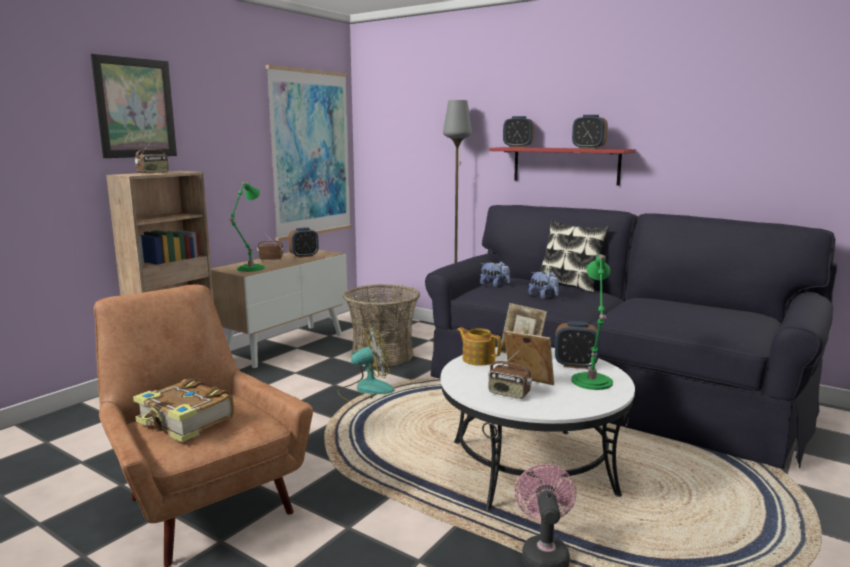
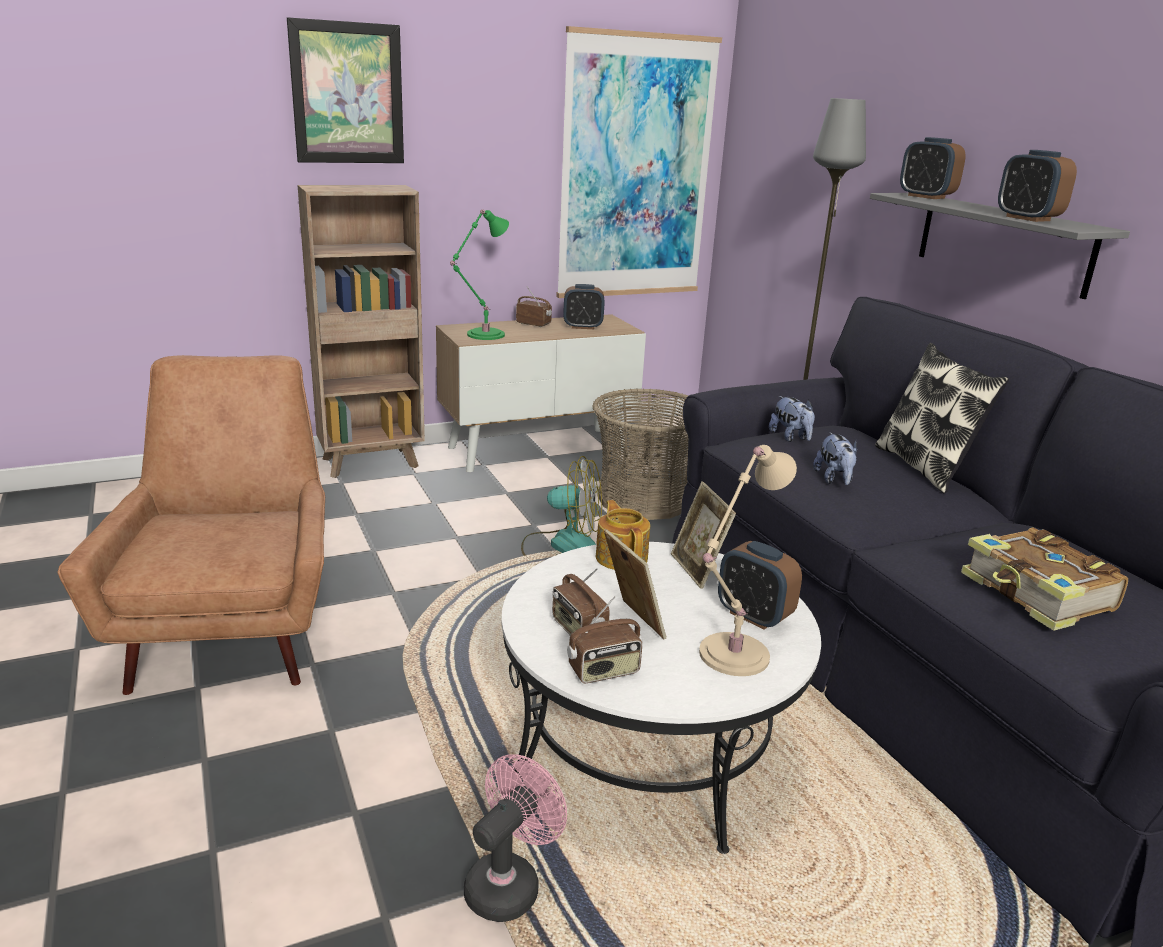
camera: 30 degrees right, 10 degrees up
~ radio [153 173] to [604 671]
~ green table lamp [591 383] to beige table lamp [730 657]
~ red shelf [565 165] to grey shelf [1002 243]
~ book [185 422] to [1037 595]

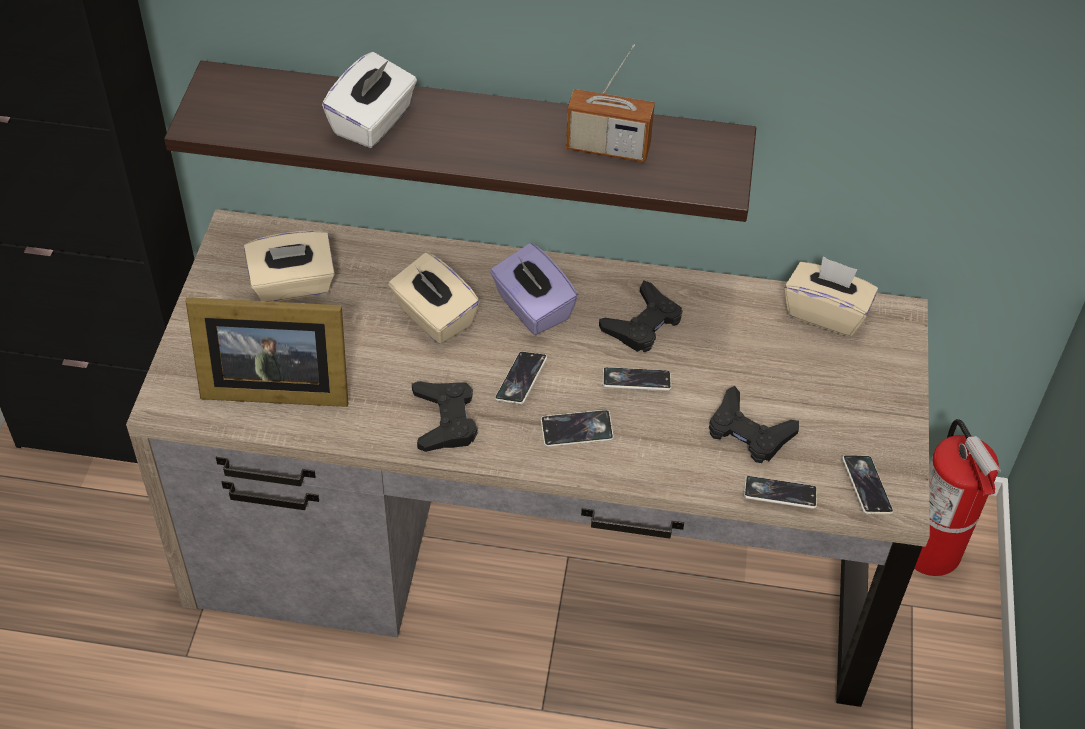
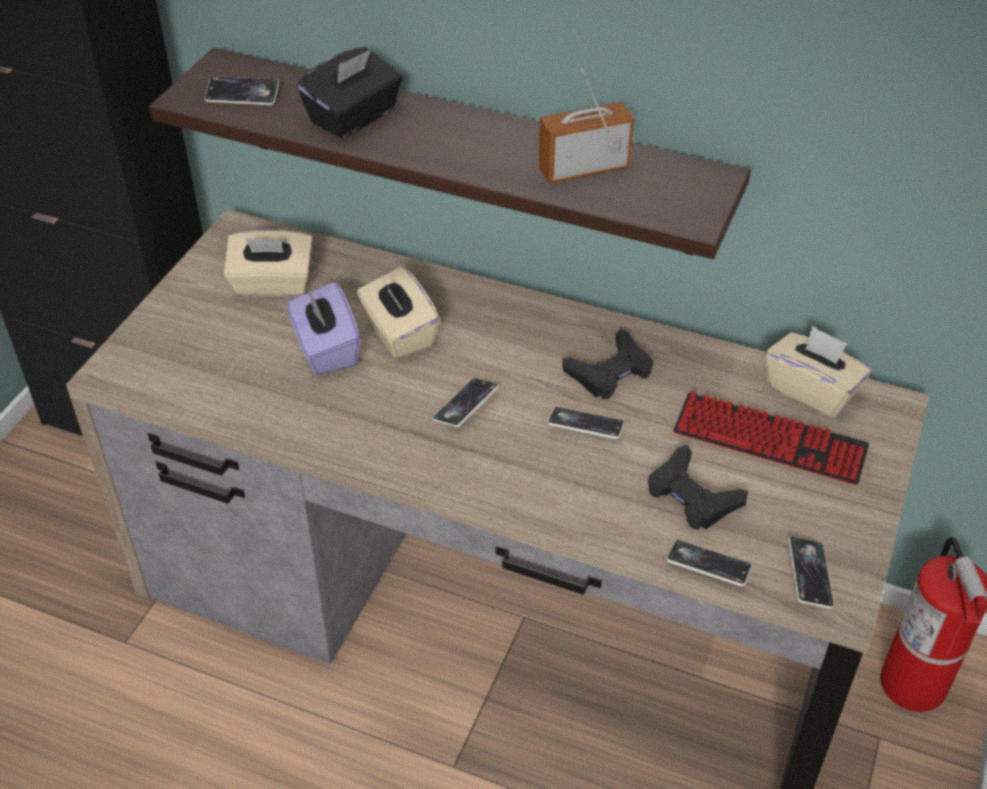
camera: 15 degrees right, 5 degrees down
~ phone [576 431] to [242 95]
~ purple tissue box [532 308] to [326 349]
~ white tissue box [373 122] to black tissue box [354 117]
~ radio [608 148] = [584 169] 135 degrees clockwise
+ keyboard [769 441]
- picture frame [272 386]
- black game controller [445 420]

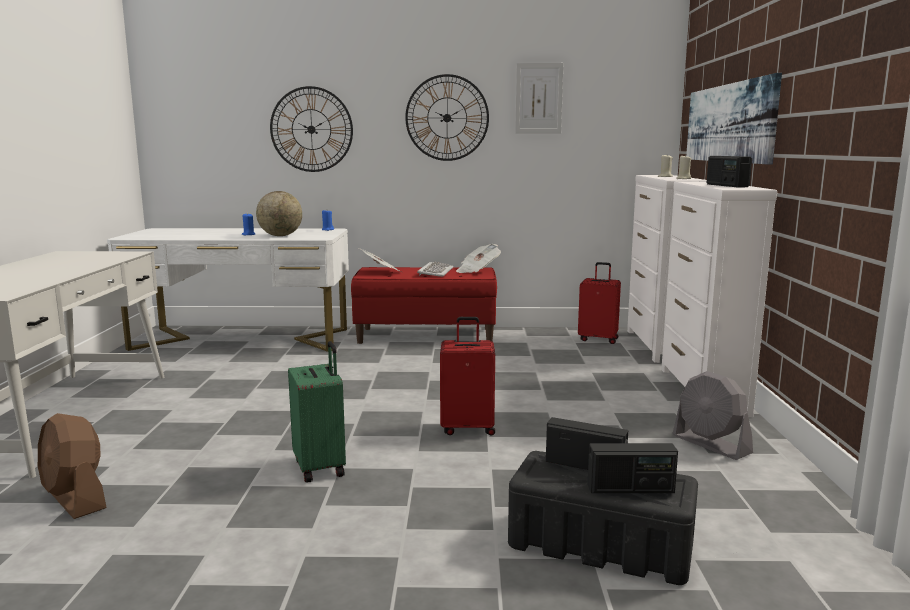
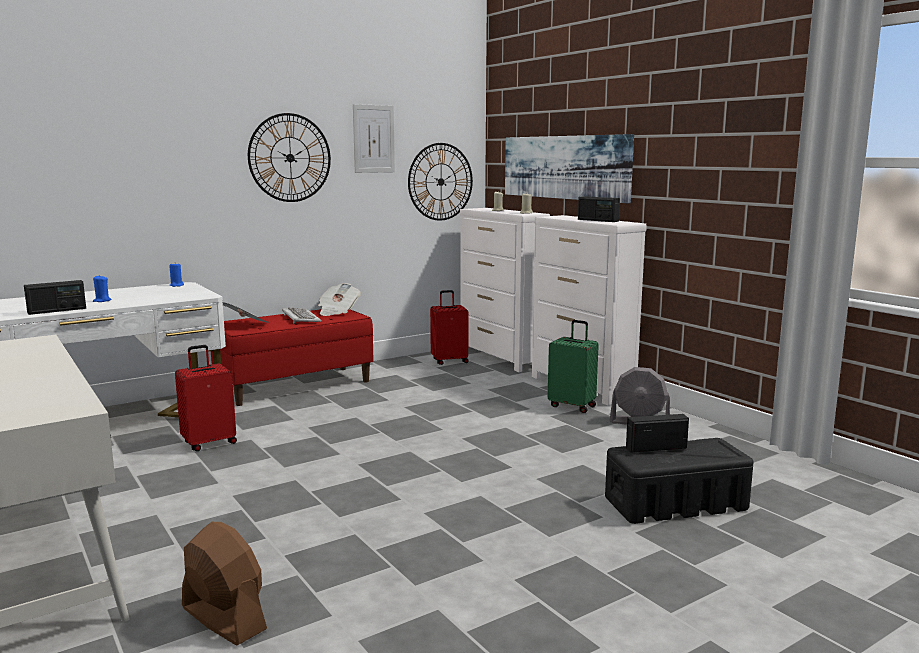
camera: 35 degrees left, 0 degrees up
~ radio [630 489] to [57 310]
~ red suitcase [468 428] to [209 443]
~ brown fan [75 499] = [223 618] 150 degrees counterclockwise
~ wall clock [311 129] to [440 182]
~ green suitcase [321 467] to [572 406]
- globe [280 236]

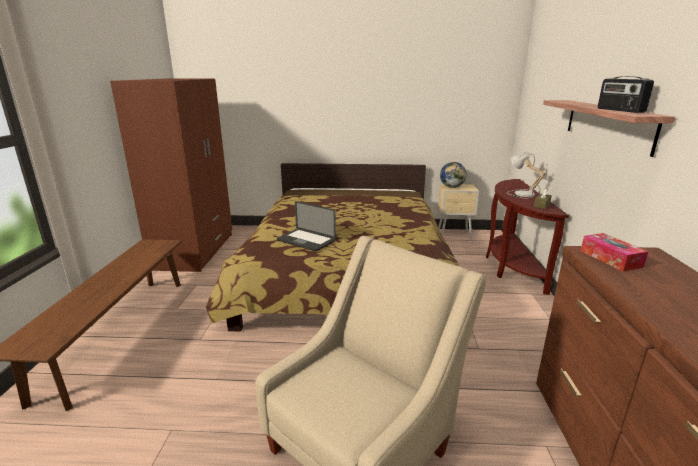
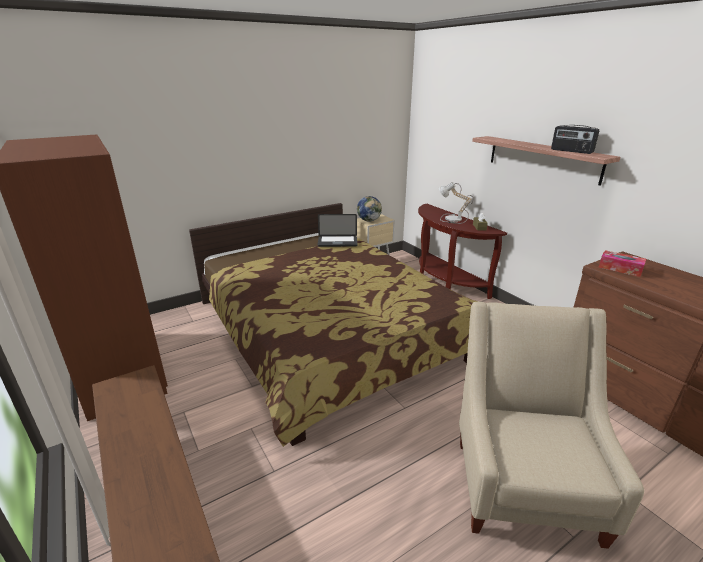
camera: 35 degrees left, 5 degrees up
~ laptop [306 241] to [337 242]

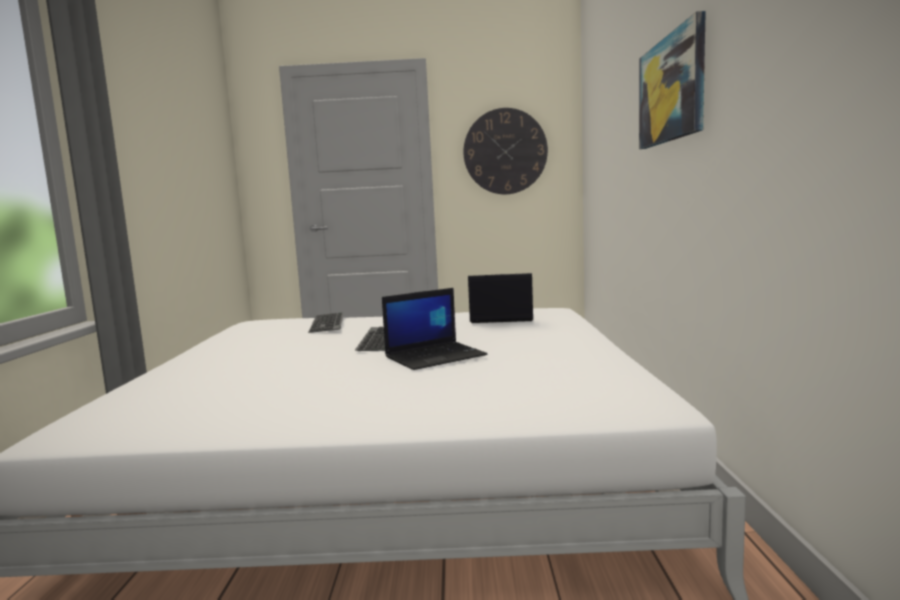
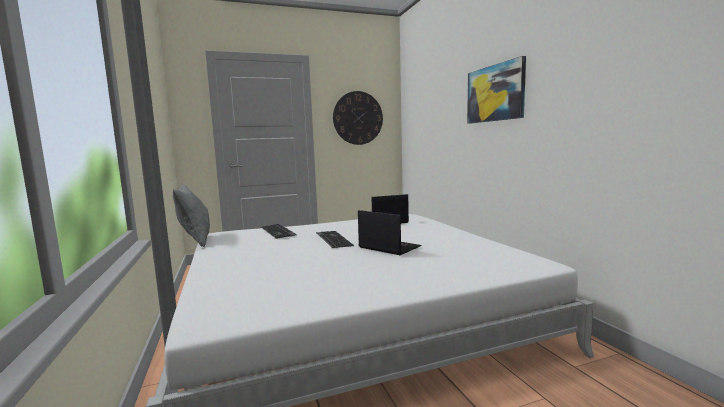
camera: 20 degrees left, 0 degrees up
+ grey pillow [195 241]
~ laptop [436 356] = [388 247] 90 degrees counterclockwise

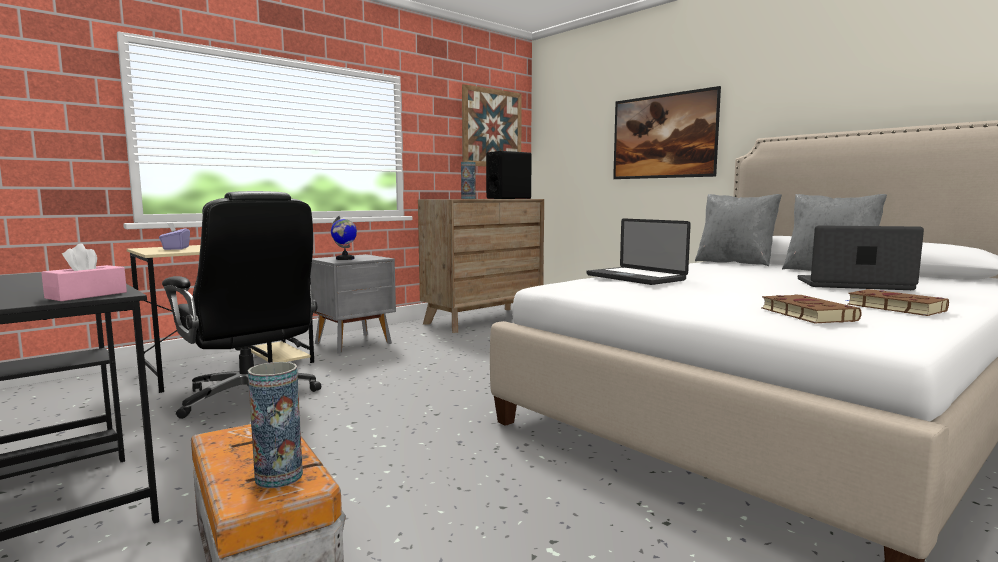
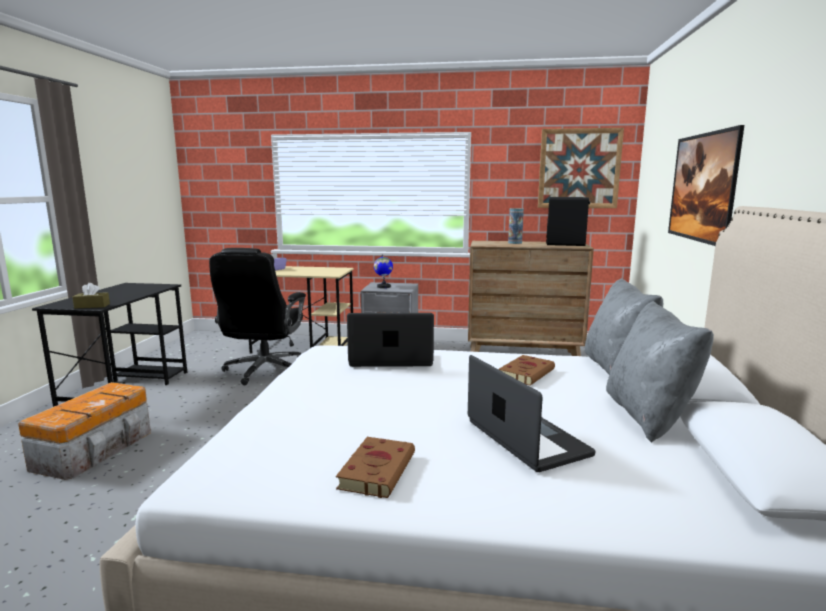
camera: 50 degrees right, 5 degrees up
~ pink tissue box [86 295] to brown tissue box [92 306]
~ laptop [635 277] = [391 359] 75 degrees clockwise
~ brown book [805 314] to [527 373]
- vase [279 477]

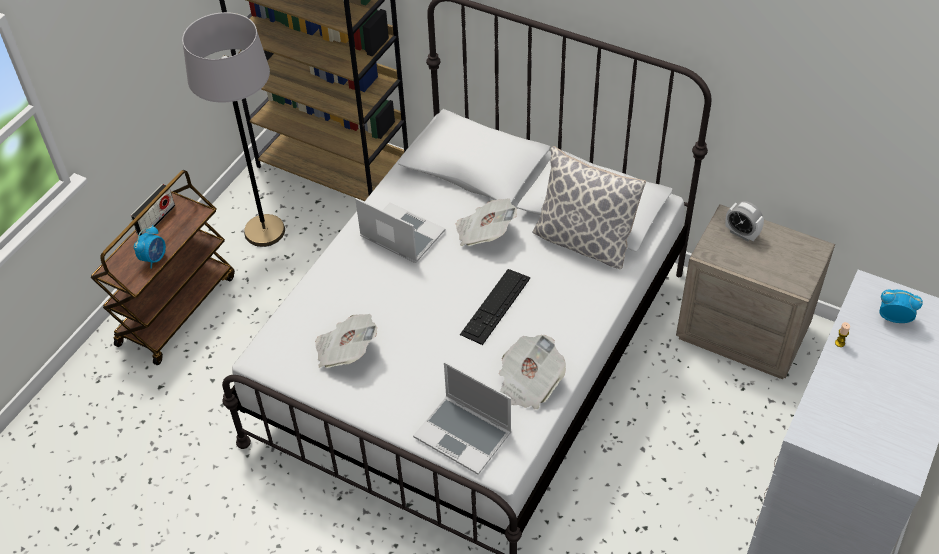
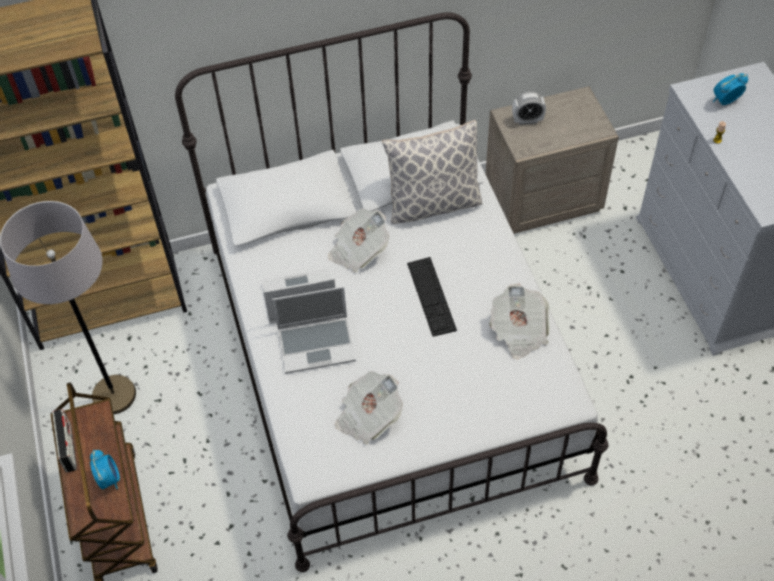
camera: 45 degrees left, 5 degrees up
~ laptop [464 435] to [317 344]

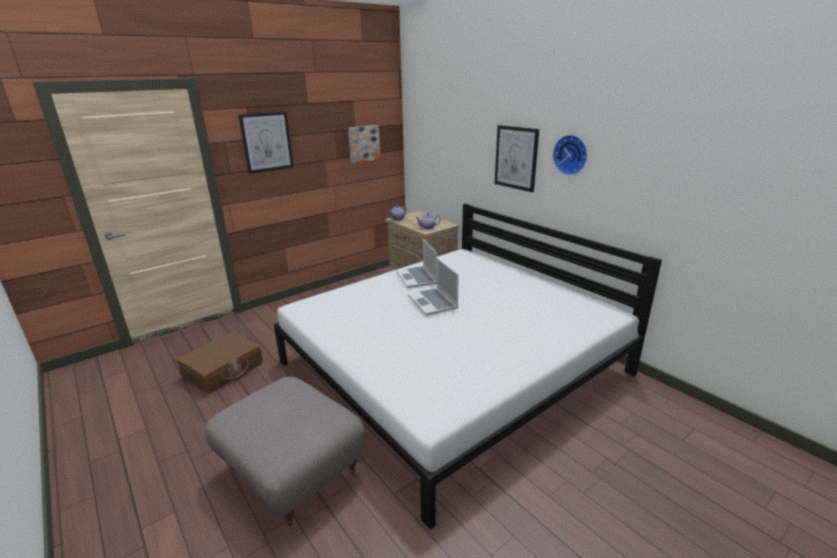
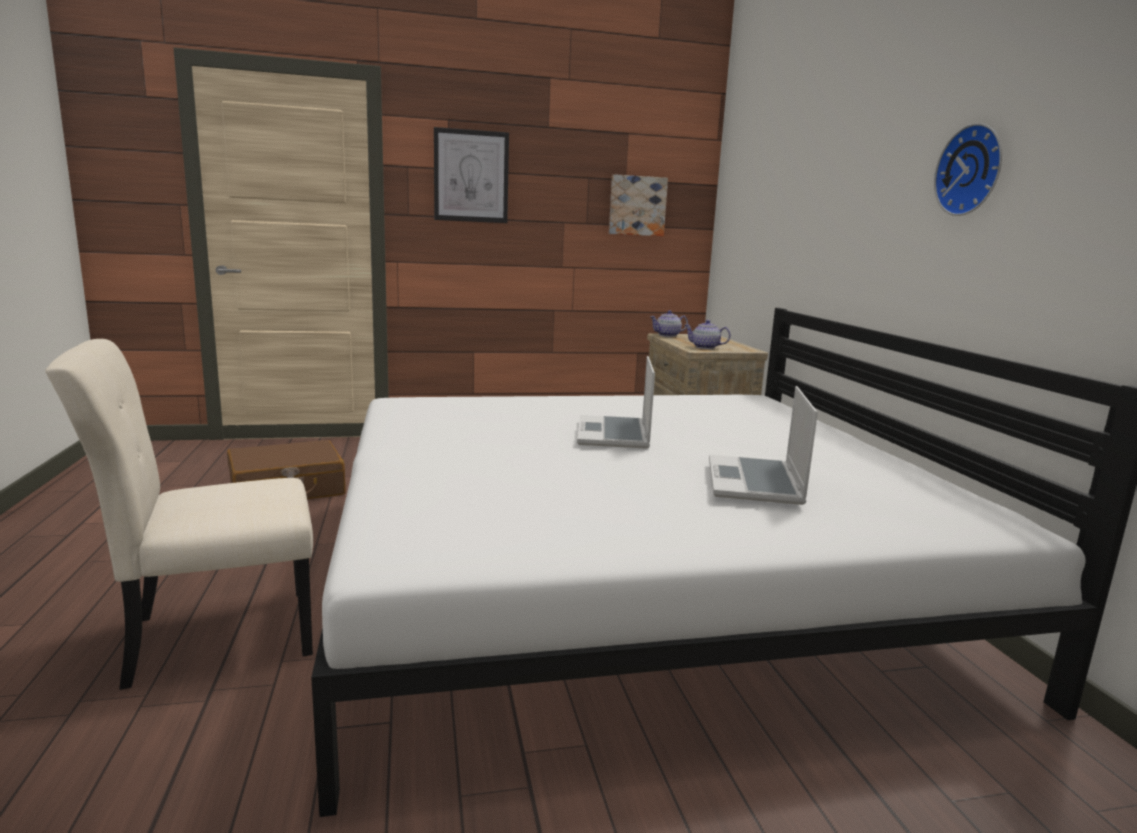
camera: 25 degrees right, 10 degrees down
~ grey ottoman [291 474] to beige chair [213 636]
~ laptop [417 278] to [755 483]
- picture [516 158]

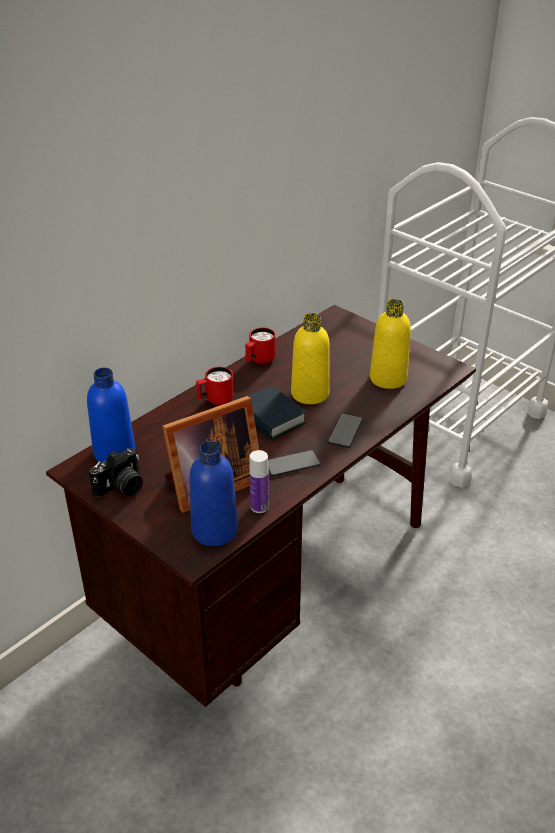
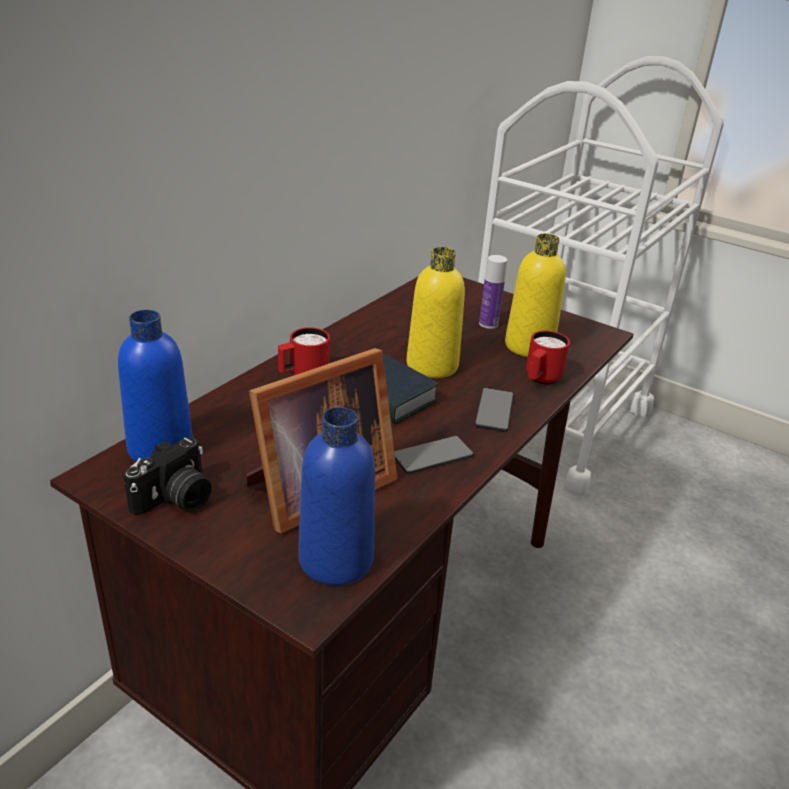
camera: 10 degrees left, 5 degrees down
~ bottle [259 506] to [488 324]
~ red mug [259 361] to [540 380]

